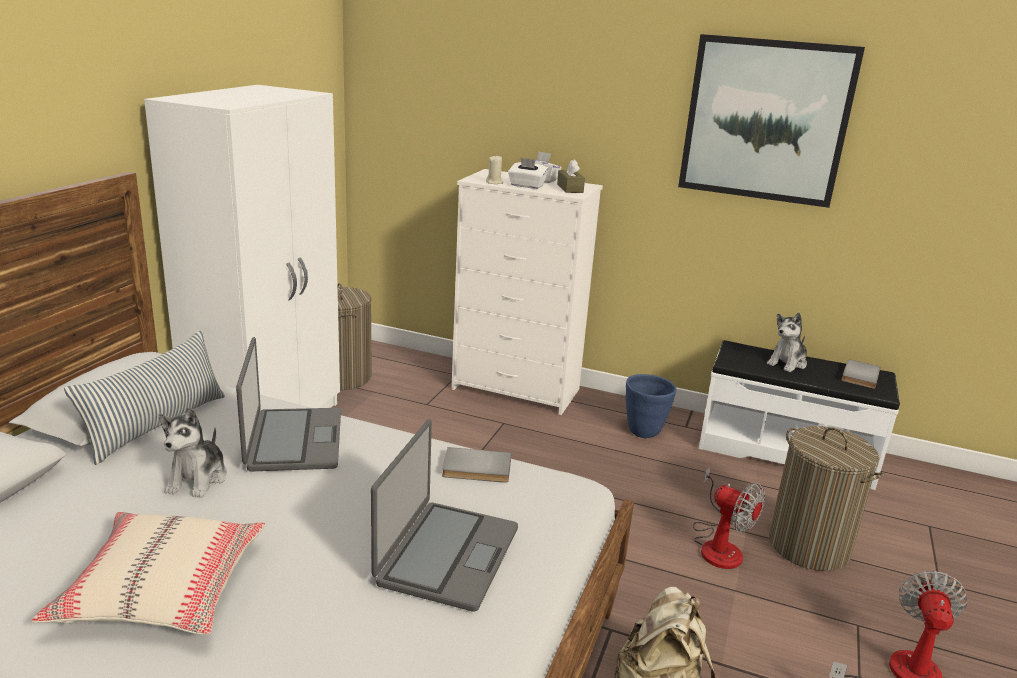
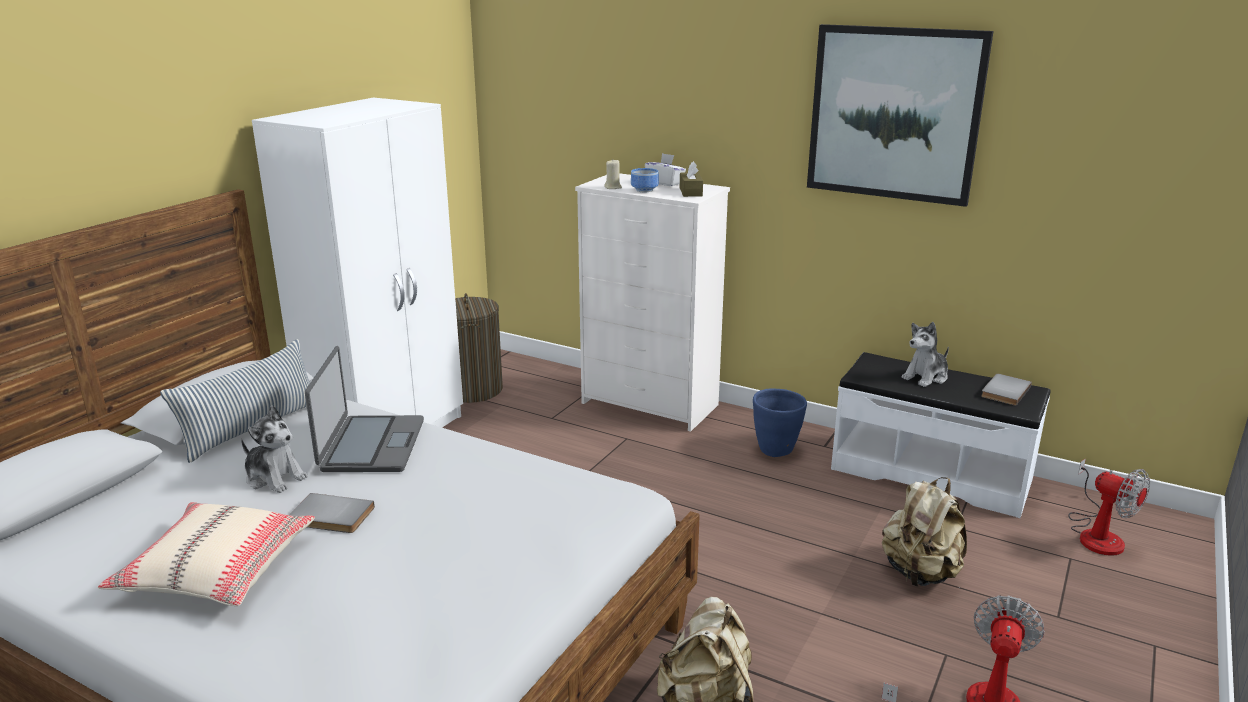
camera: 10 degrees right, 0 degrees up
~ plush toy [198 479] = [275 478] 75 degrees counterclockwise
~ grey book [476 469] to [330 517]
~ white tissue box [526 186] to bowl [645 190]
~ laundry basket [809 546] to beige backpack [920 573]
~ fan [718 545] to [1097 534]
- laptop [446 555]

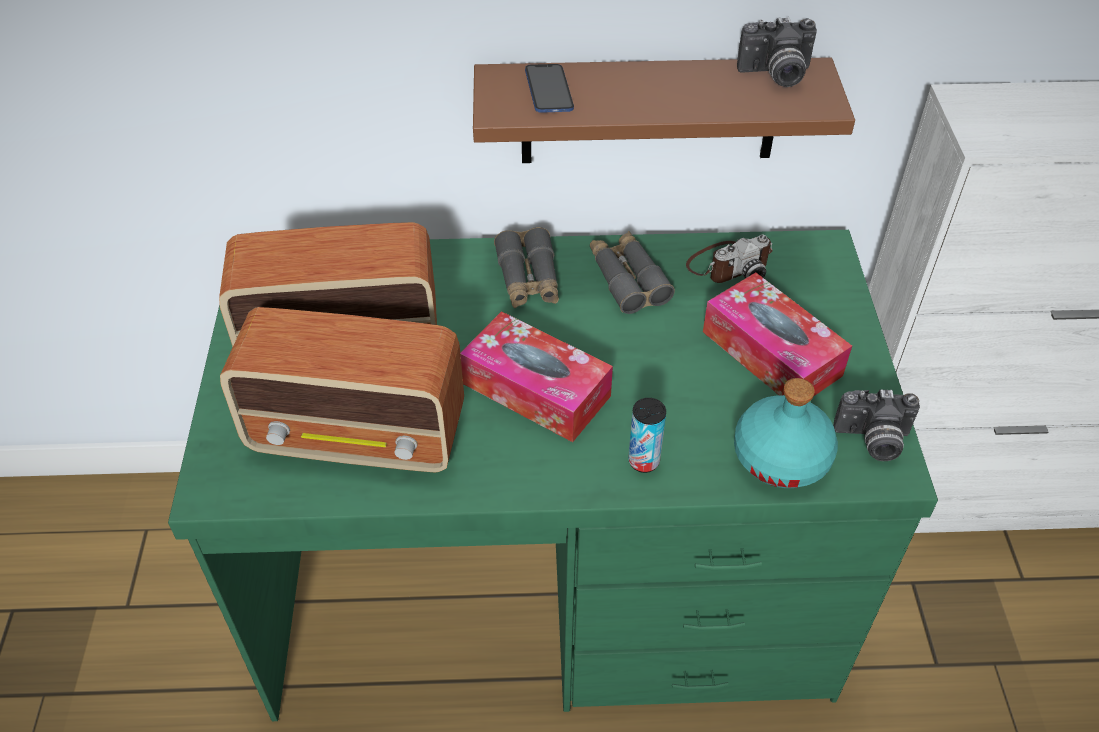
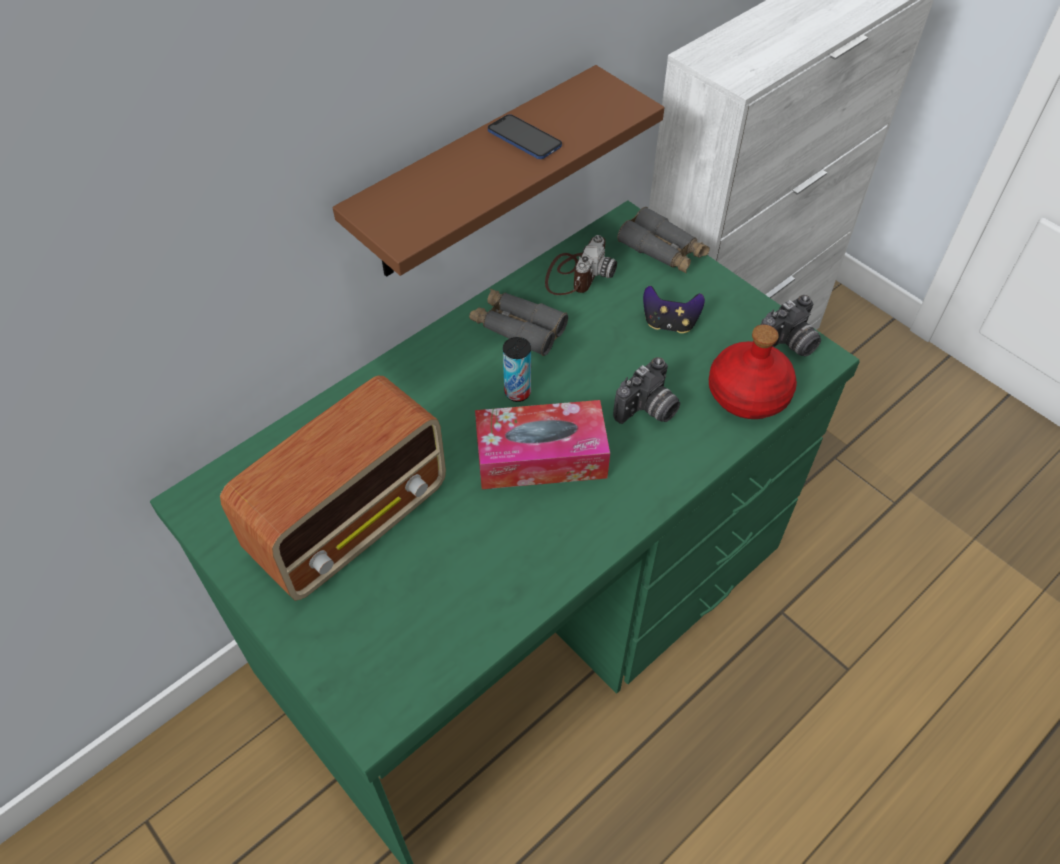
camera: 40 degrees left, 5 degrees up
~ phone [549 90] to [524 139]
~ can [643 461] to [517 392]
~ photo camera [775 75] to [648 410]
~ grey binoculars [528 279] to [663 250]
~ tissue box [771 353] to game controller [669 323]
~ turquoise bottle [781 456] to red bottle [747 393]
- radio [359 436]

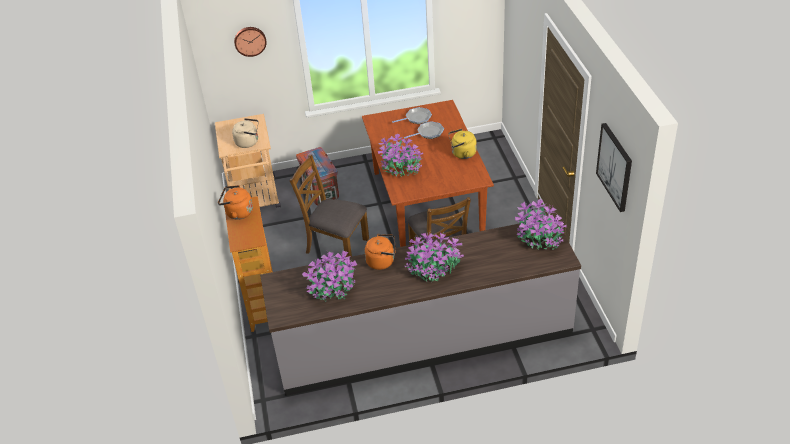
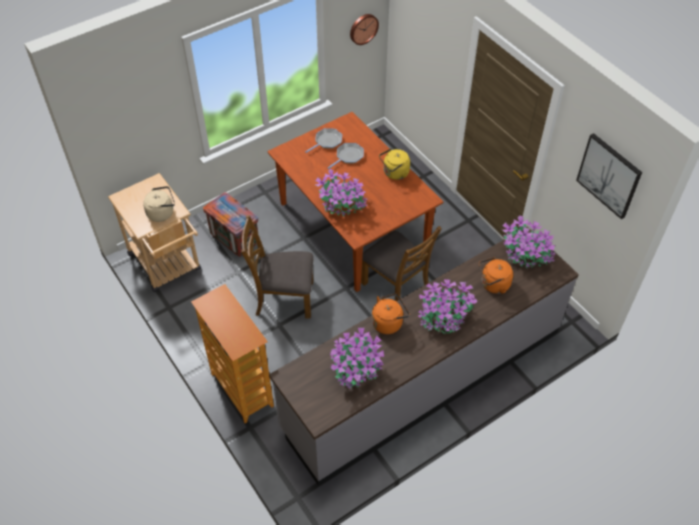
camera: 25 degrees left, 10 degrees up
~ wall clock [250 40] to [363 28]
~ orange kettle [237 212] to [493 285]

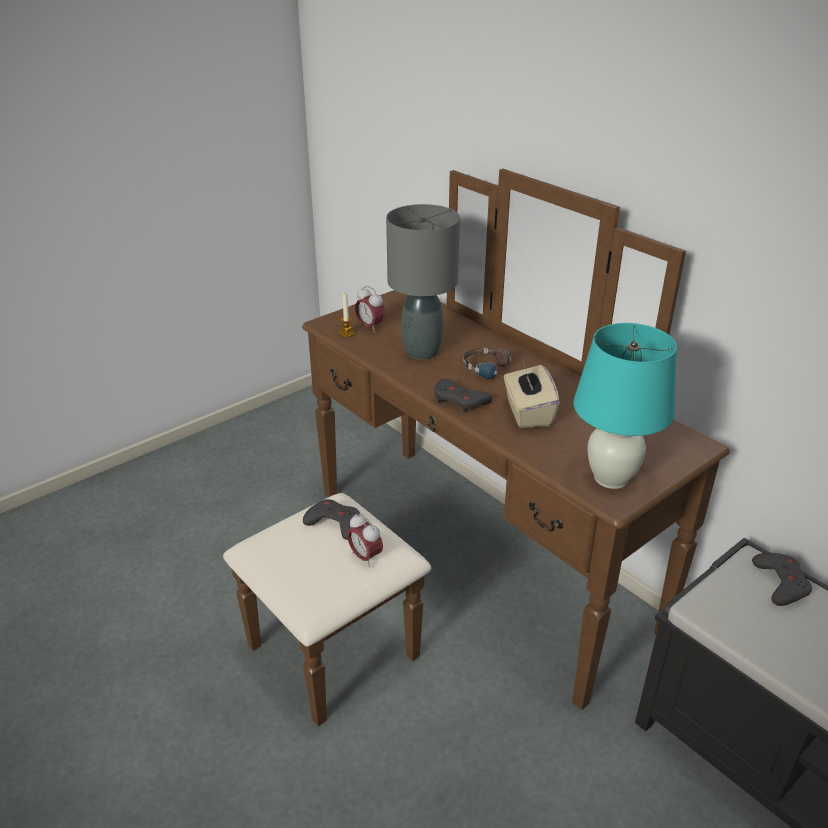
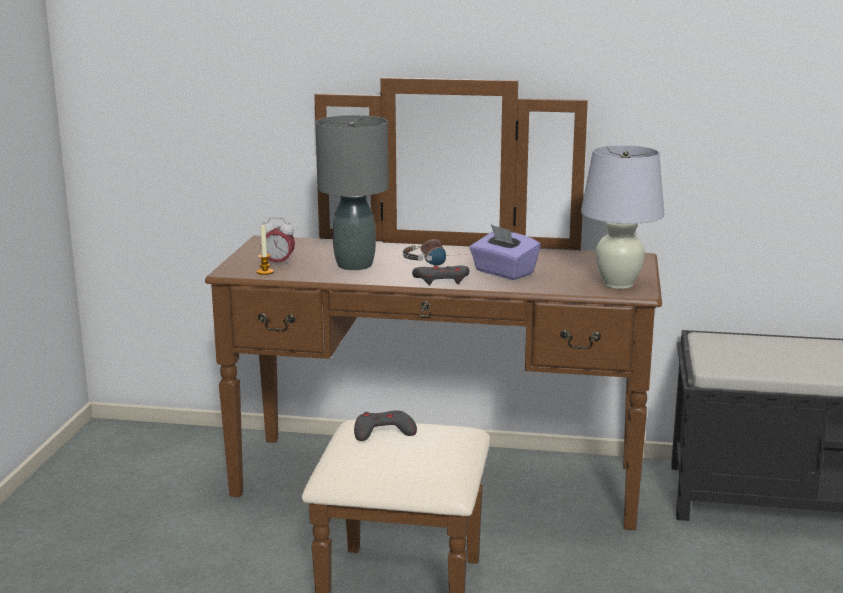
camera: 40 degrees left, 15 degrees down
~ beige tissue box [528 413] to purple tissue box [503 272]
~ turquoise table lamp [611 478] to white table lamp [618 284]
- alarm clock [365 557]
- grey game controller [781 583]

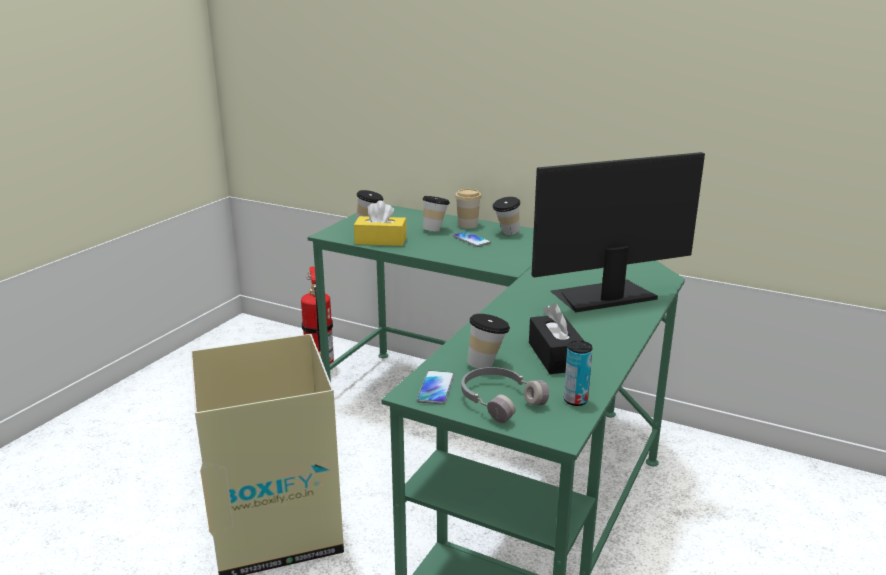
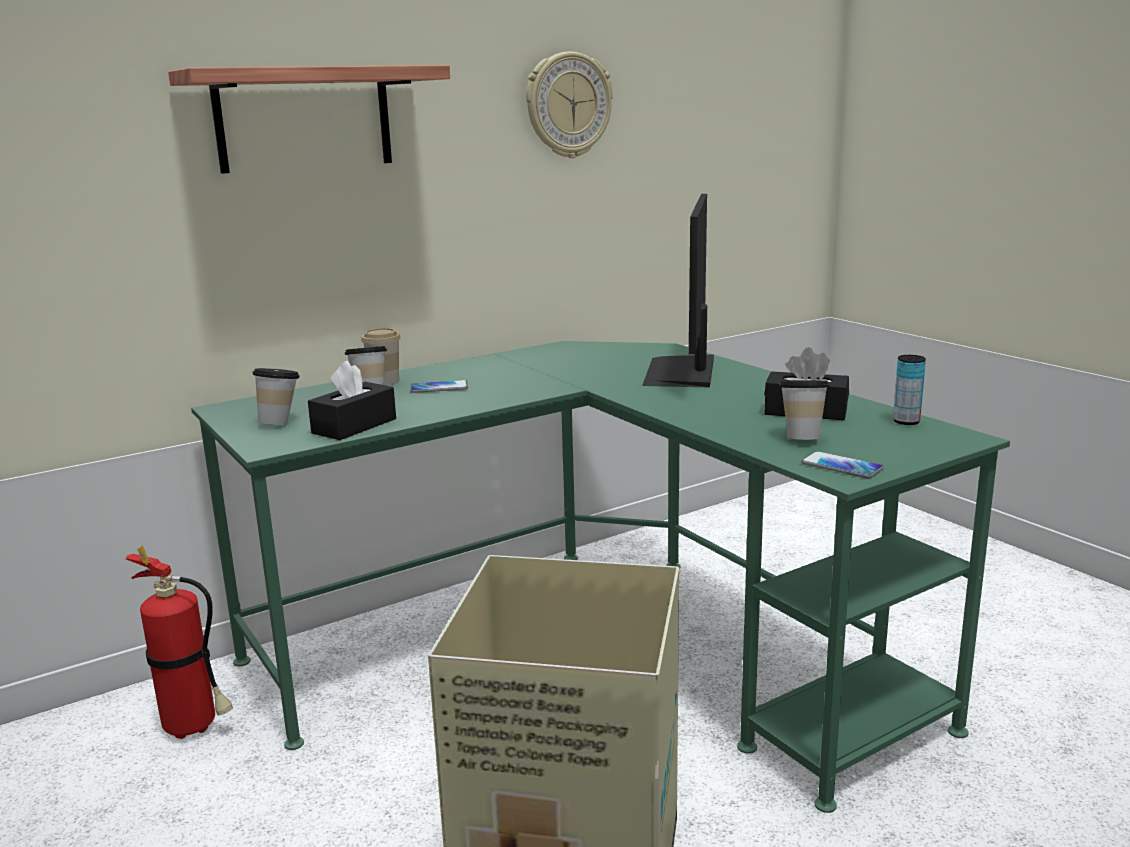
camera: 60 degrees left, 5 degrees down
+ shelf [304 119]
~ yellow tissue box [380 241] to black tissue box [354 426]
+ wall clock [568 105]
- grey headphones [499 400]
- cup [506 233]

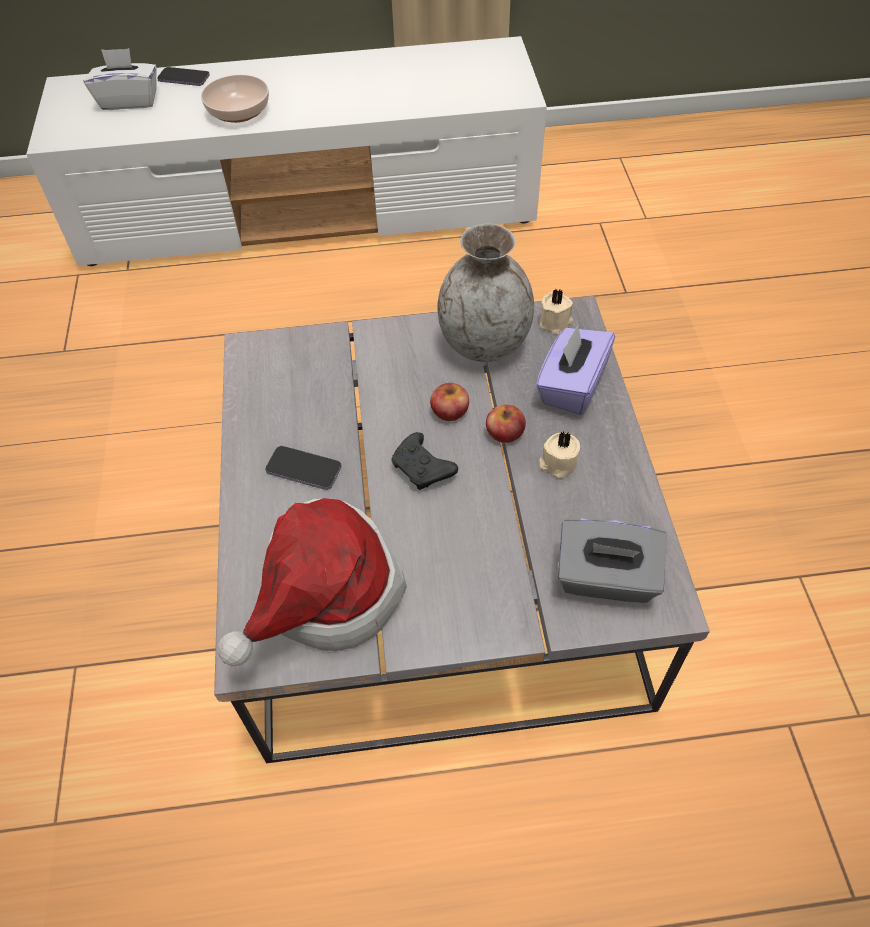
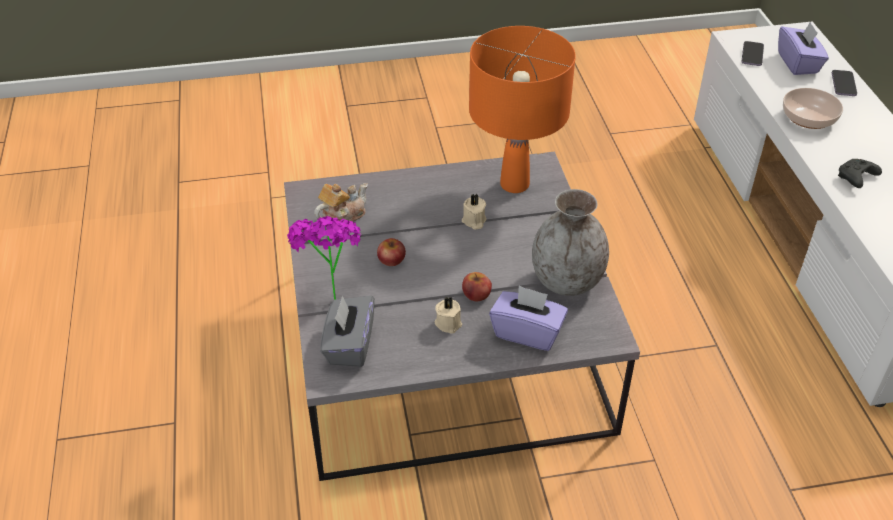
camera: 85 degrees right, 10 degrees down
+ potted plant [330 291]
~ hat [324 595] to teapot [342 216]
~ apple [449 410] to [391 259]
~ beige candle [556 323] to [474 221]
+ orange table lamp [514 184]
~ phone [304 469] to [752 55]
~ white tissue box [129 100] to purple tissue box [798 63]
~ black game controller [423 469] to [856 179]

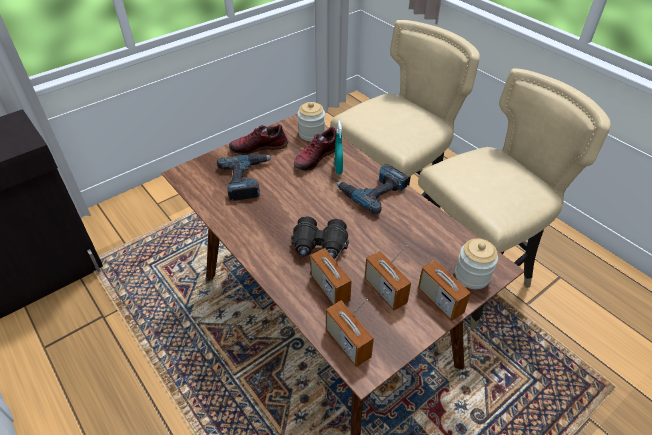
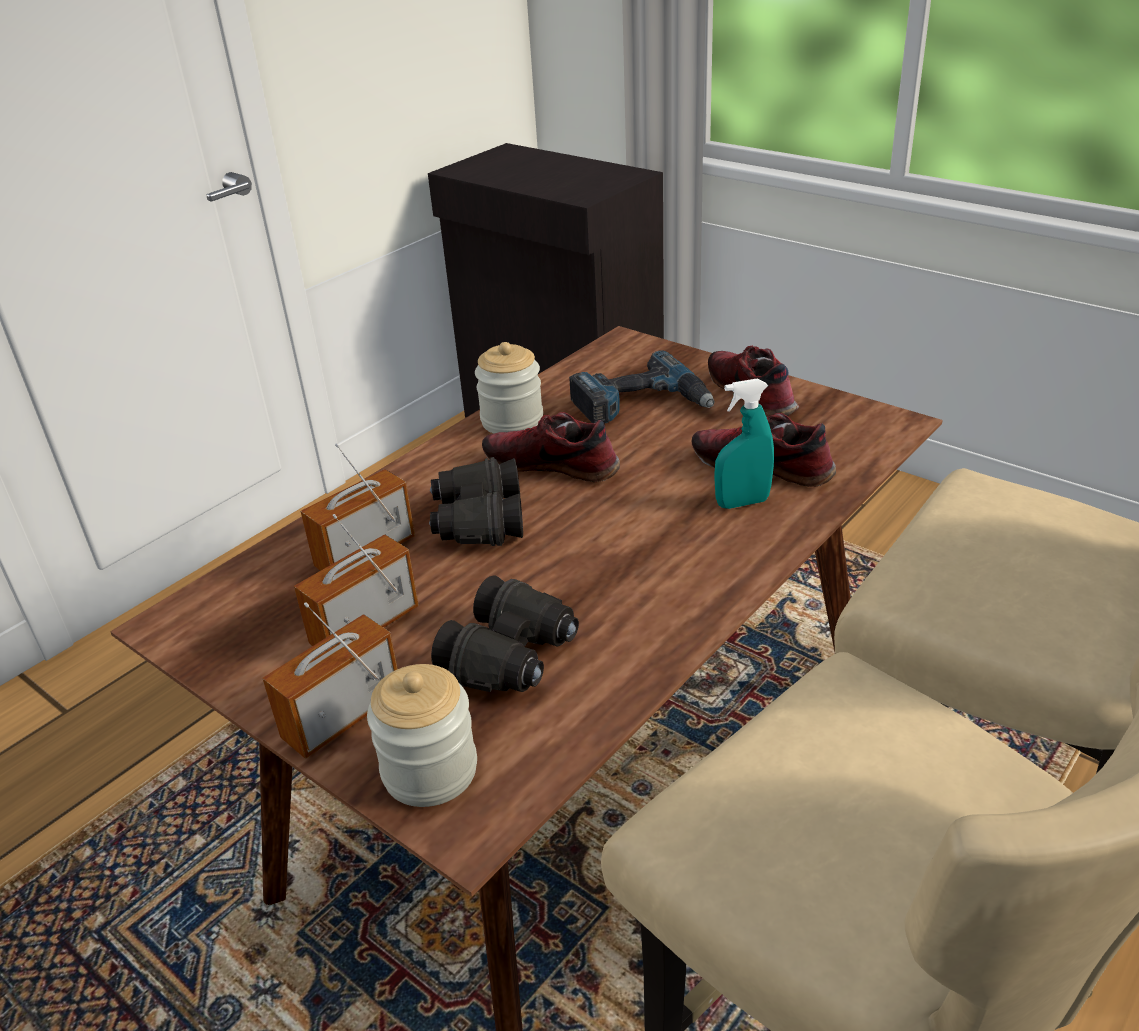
camera: 80 degrees right, 10 degrees down
+ black binoculars [512 656]
~ jar [311 134] to [512 421]
+ shoe [553 464]
- radio [347 343]
- power drill [372 191]

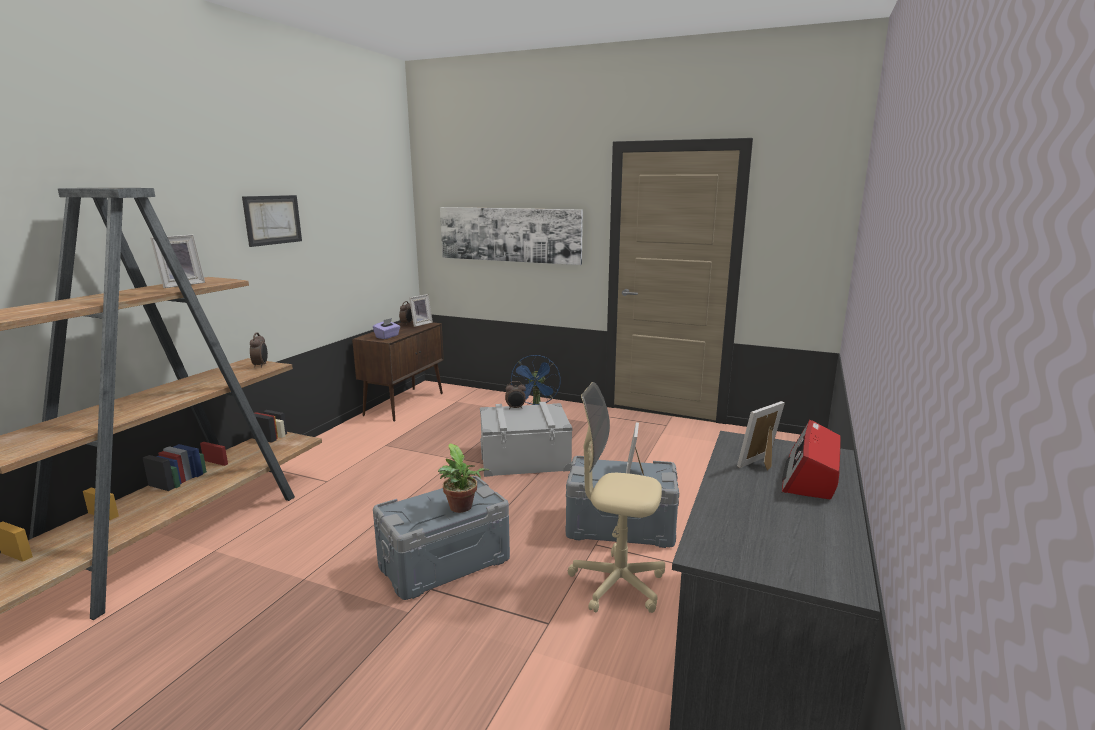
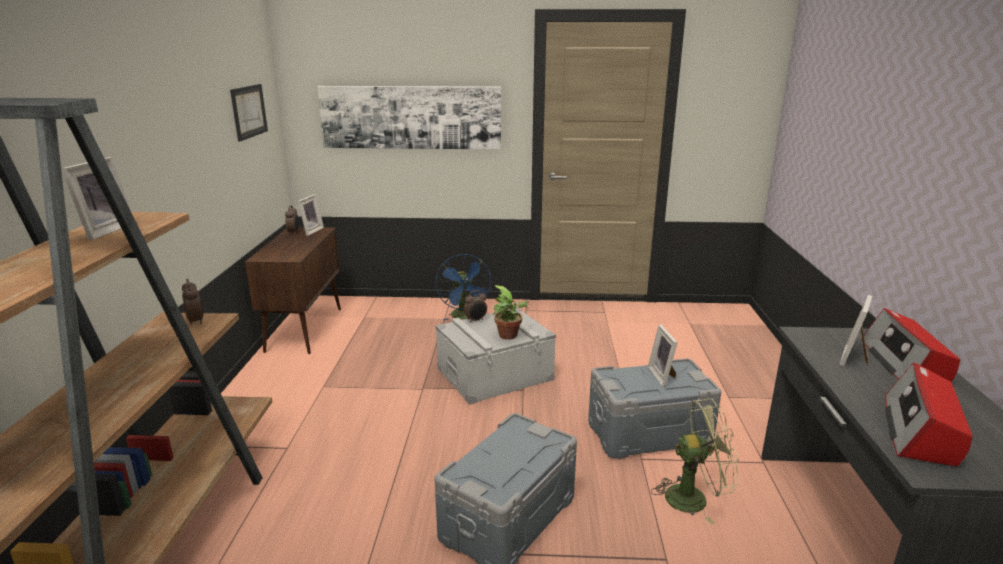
camera: 20 degrees left, 5 degrees up
~ picture [272 220] to [248 111]
~ potted plant [462 508] to [510 336]
~ beige office chair [617 584] to green fan [694 498]
+ radio [920 431]
- purple tissue box [387 336]

